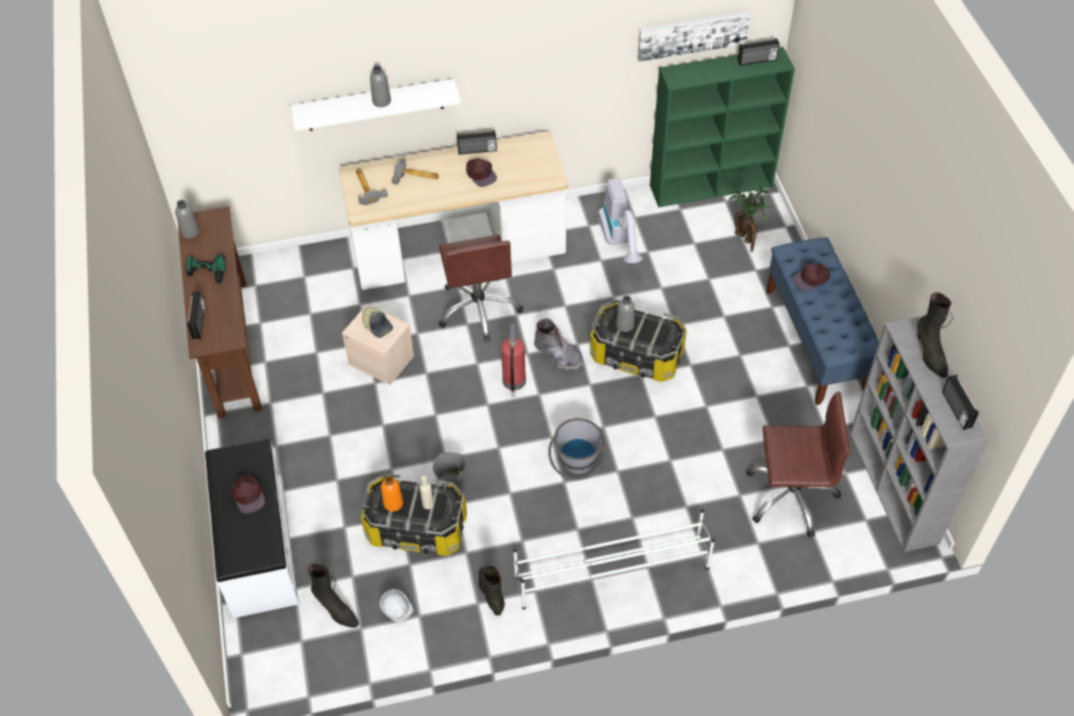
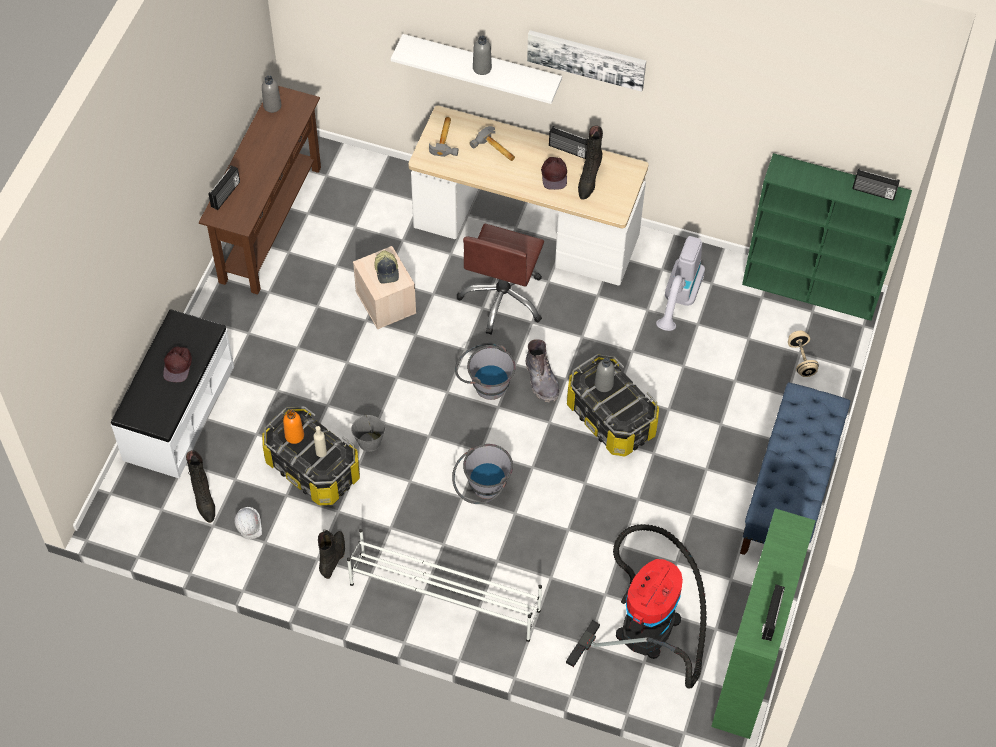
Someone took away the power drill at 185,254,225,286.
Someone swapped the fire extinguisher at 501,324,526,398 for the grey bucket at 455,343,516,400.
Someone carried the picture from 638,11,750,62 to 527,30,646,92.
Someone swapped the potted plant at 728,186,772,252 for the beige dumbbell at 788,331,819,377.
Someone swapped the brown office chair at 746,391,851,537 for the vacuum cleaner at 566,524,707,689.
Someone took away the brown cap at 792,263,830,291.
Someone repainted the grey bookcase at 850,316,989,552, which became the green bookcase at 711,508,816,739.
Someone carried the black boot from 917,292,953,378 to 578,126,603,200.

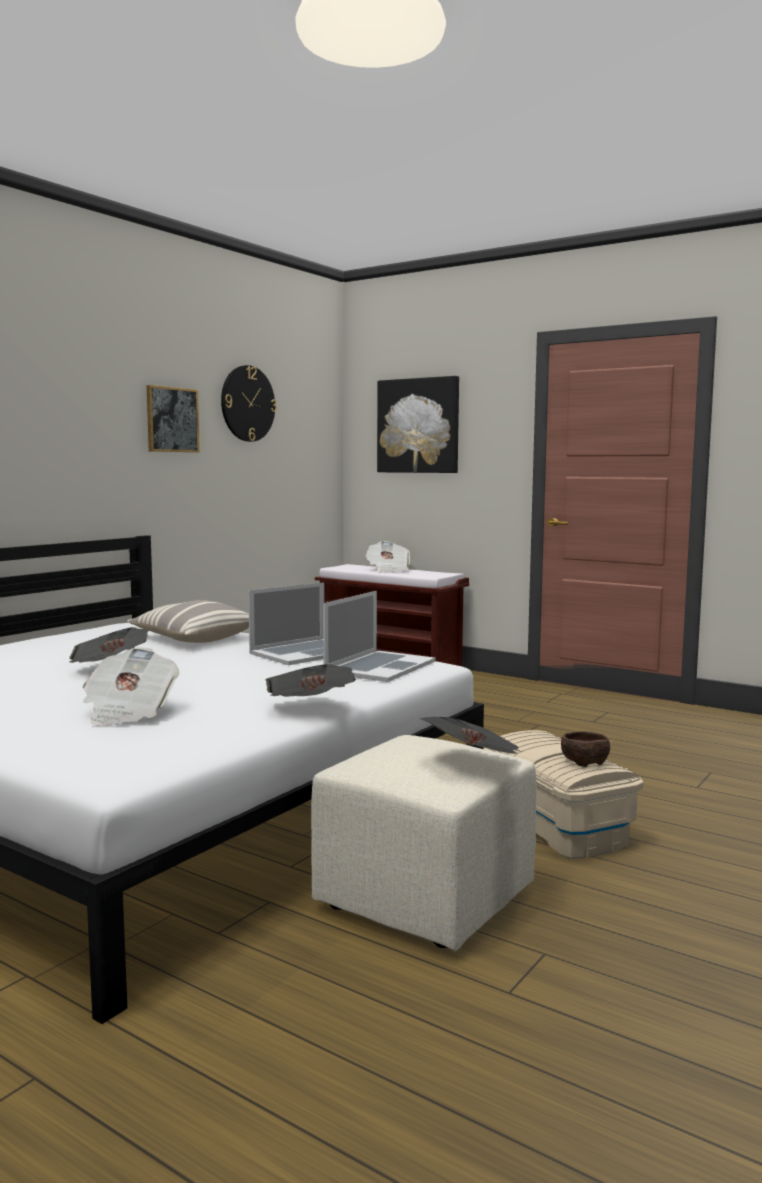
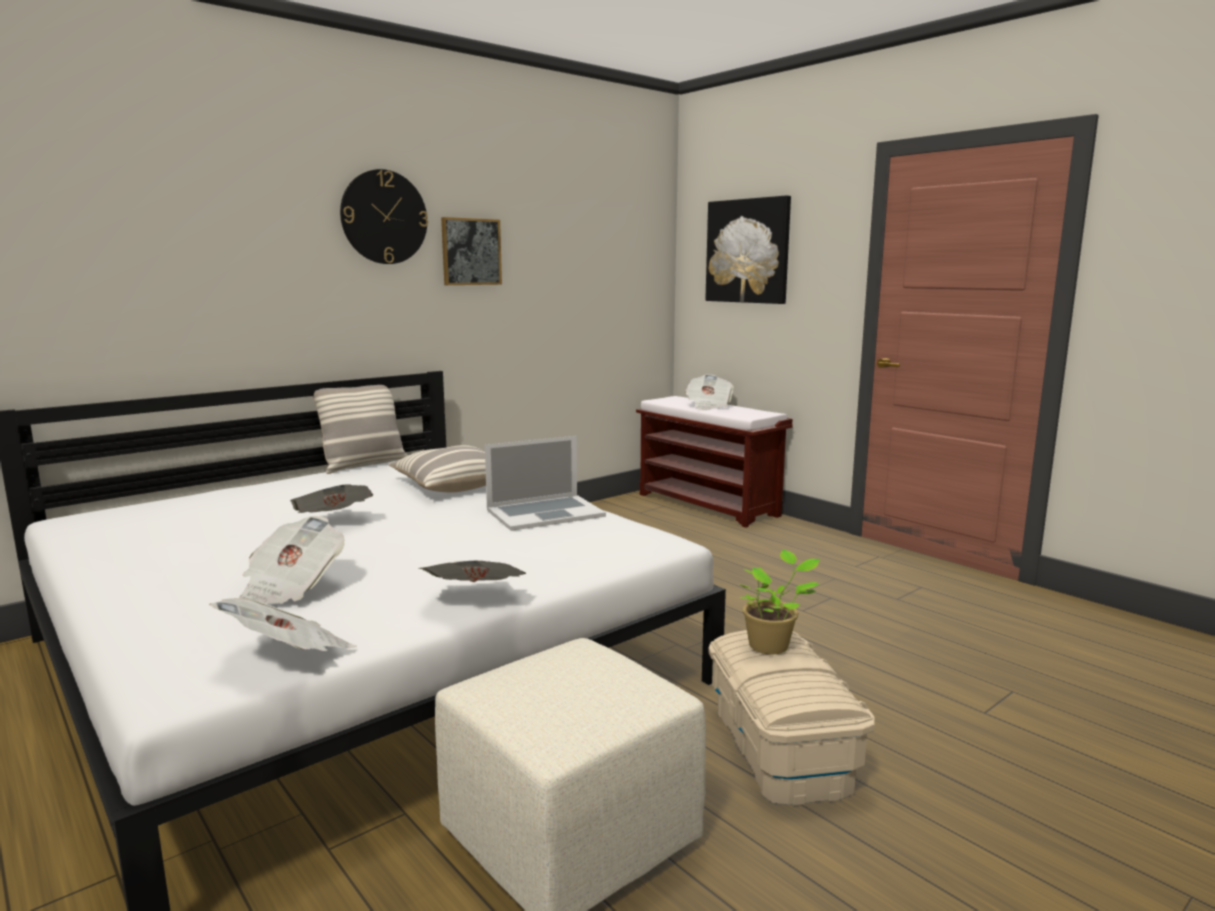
Someone carried the wall clock from 221,365,277,442 to 340,169,428,264.
Someone took away the laptop at 323,591,435,682.
Someone carried the newspaper from 419,717,521,754 to 209,598,357,651.
Someone took away the brown bowl at 561,731,610,767.
Someone put down the pillow at 312,385,408,474.
Someone put down the potted plant at 739,549,820,654.

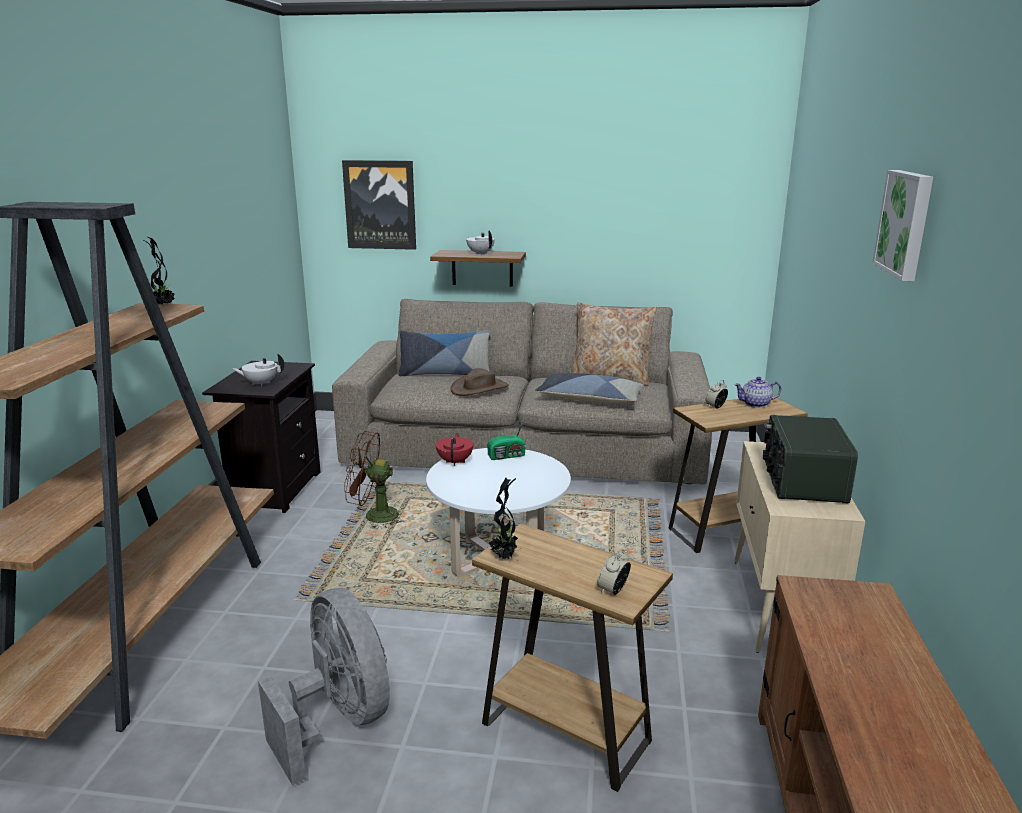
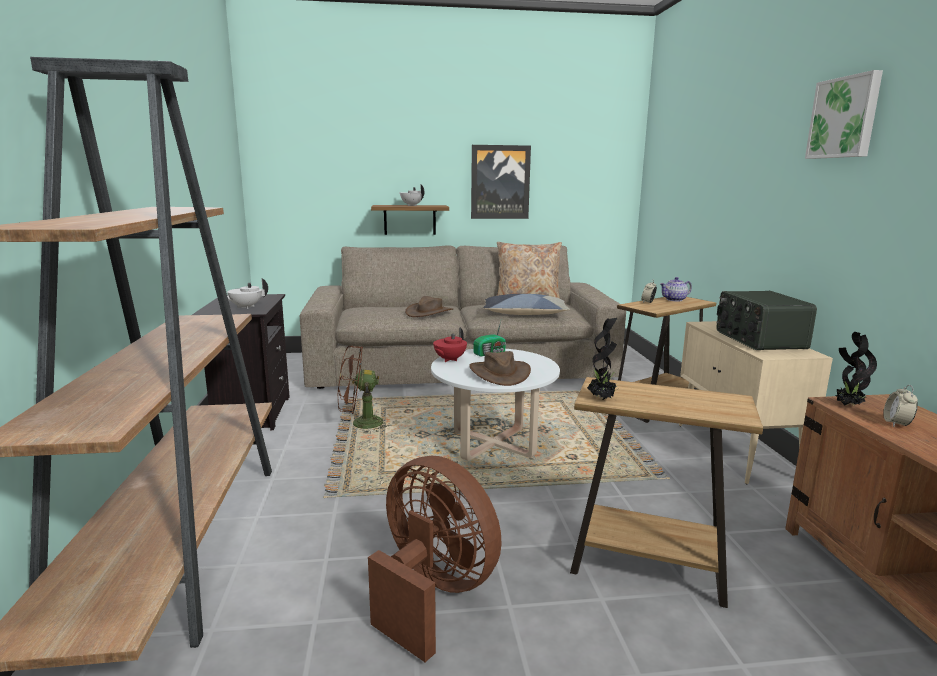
Someone carried the potted plant from 144,237,175,306 to 836,332,877,406.
Someone repainted the grey fan at 258,588,390,785, which became the brown fan at 368,456,502,662.
Someone carried the picture from 342,160,416,250 to 471,145,531,219.
Someone took away the pillow at 398,330,490,376.
Someone rotated the red teapot at 436,433,473,466 by 135 degrees counterclockwise.
Someone carried the alarm clock from 597,549,631,595 to 883,385,918,427.
Someone put down the brown hat at 469,351,531,386.

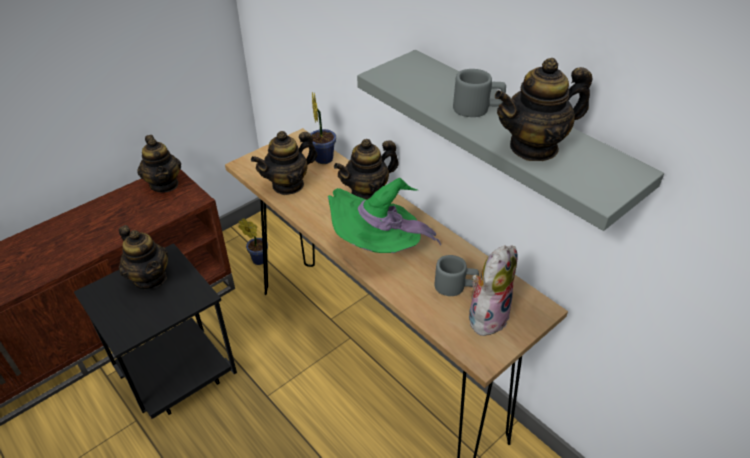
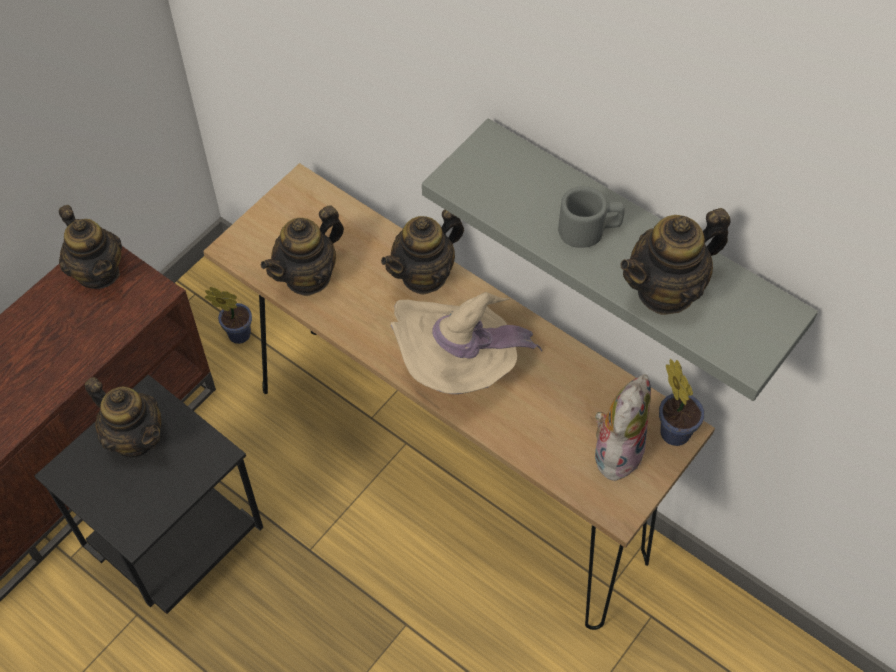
Someone carried the potted plant from 311,92,336,164 to 659,358,704,446.
Someone repainted the green hat at 328,178,441,253, which became the beige hat at 391,292,542,394.
Someone took away the grey mug at 435,255,479,296.

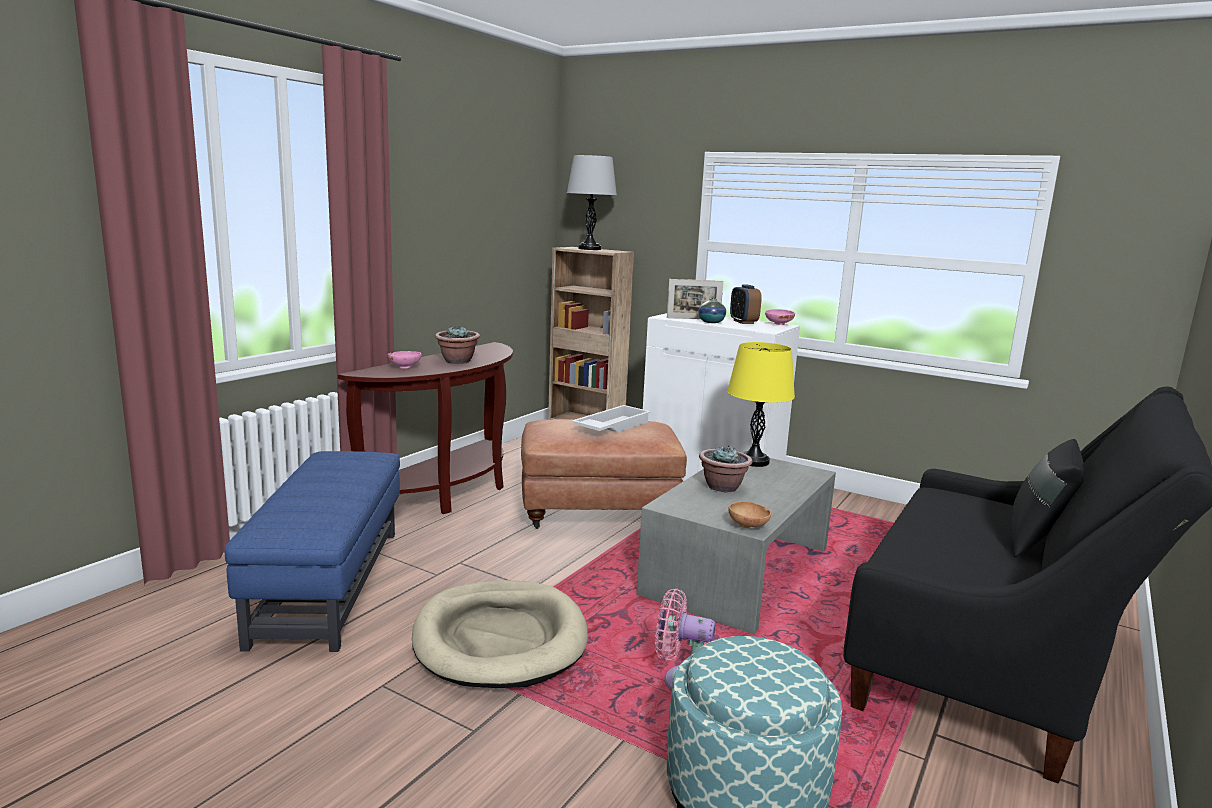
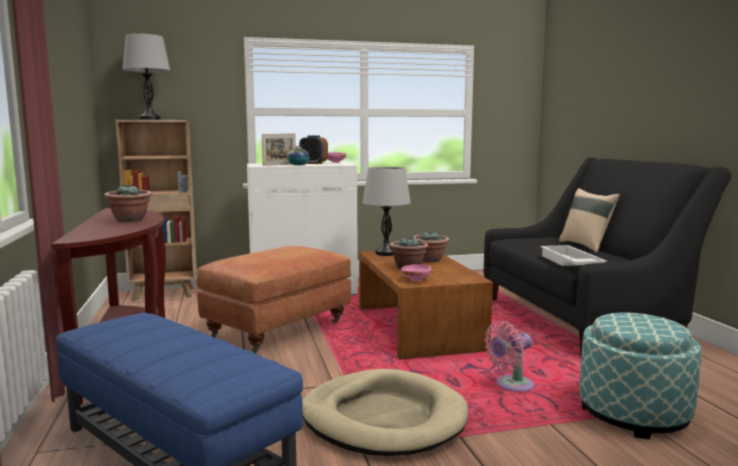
Someone carried the pink bowl from 388,351,421,369 to 401,264,432,282.
Someone carried the white tray from 572,405,651,432 to 540,245,607,266.
Someone repainted the grey coffee table at 637,451,836,634, which became the brown coffee table at 359,251,493,360.
Someone repainted the yellow table lamp at 727,342,795,467, which became the grey table lamp at 362,167,411,256.
Someone took away the brown bowl at 728,501,771,528.
Someone repainted the black pillow at 1012,439,1085,558, which became the beige pillow at 559,188,620,253.
Someone put down the potted plant at 414,231,449,262.

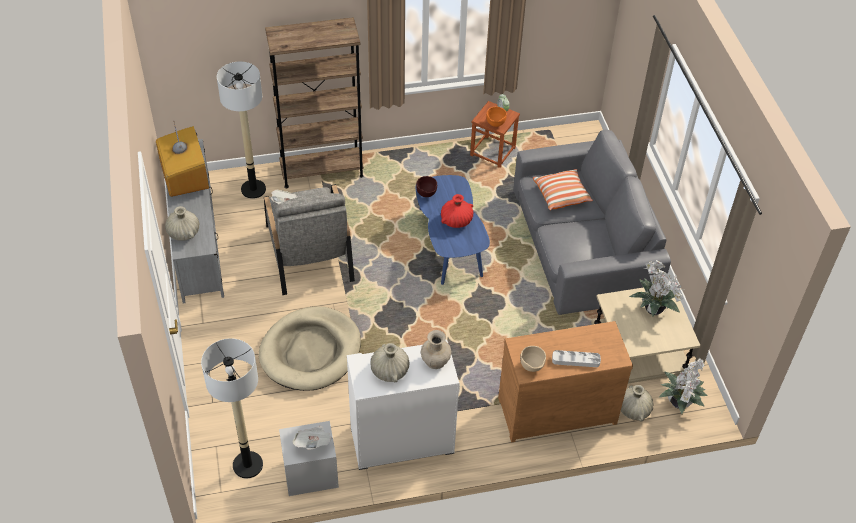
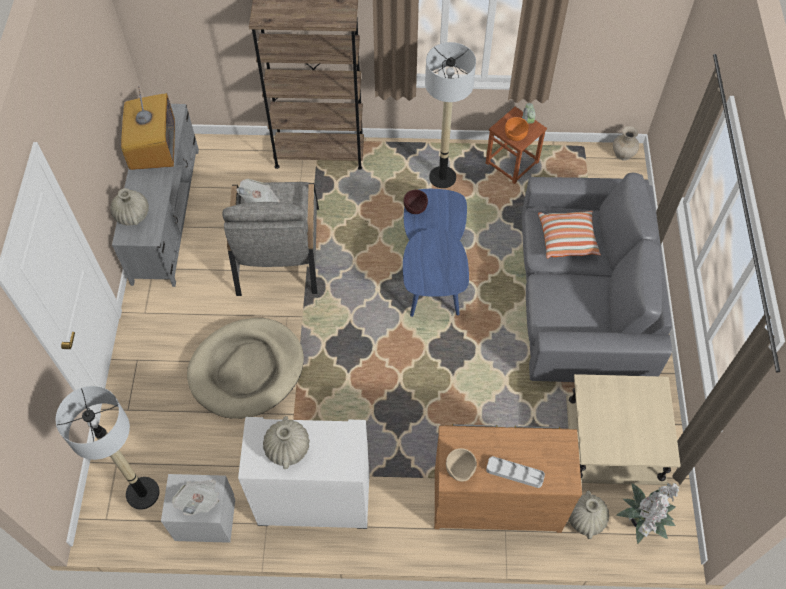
Someone carried the floor lamp from 217,61,266,199 to 425,42,476,188.
Someone carried the beige vase from 421,330,451,369 to 613,126,639,160.
Someone took away the red vase at 441,194,474,228.
Someone took away the potted plant at 629,260,685,317.

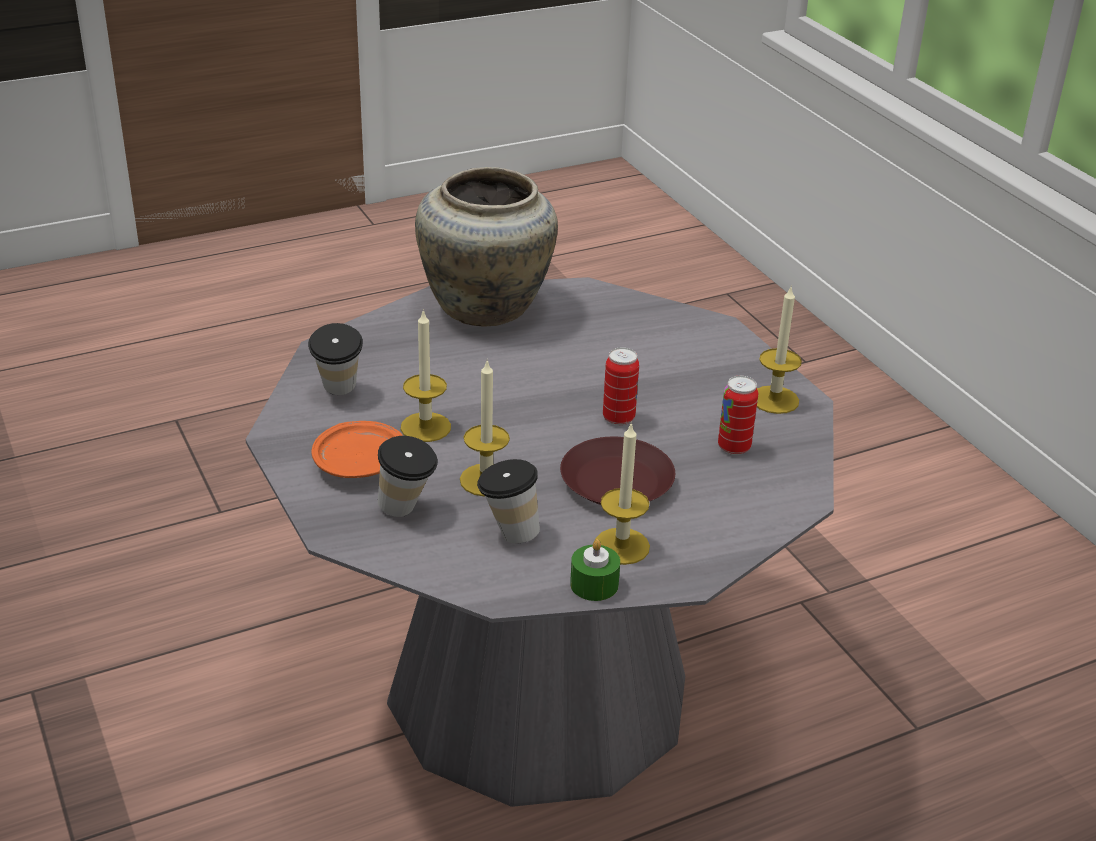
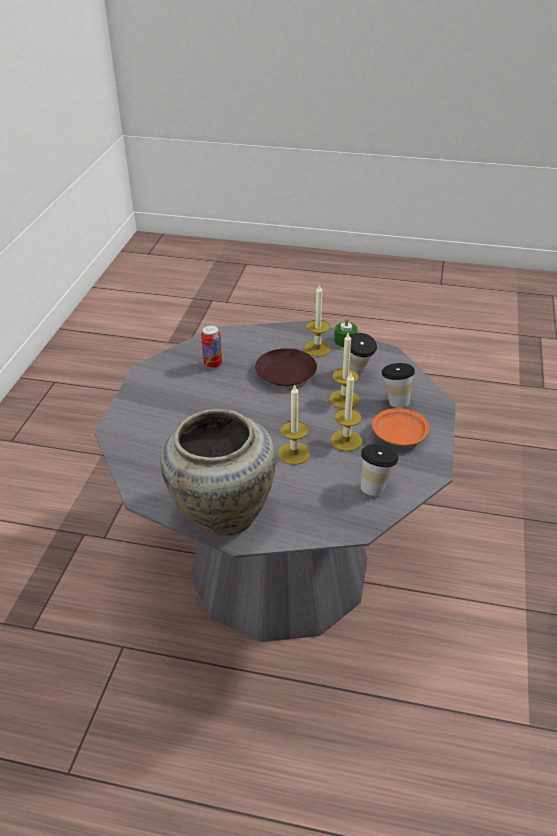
Someone took away the can at 603,347,639,425.
Someone carried the candle from 757,285,802,414 to 278,385,310,465.

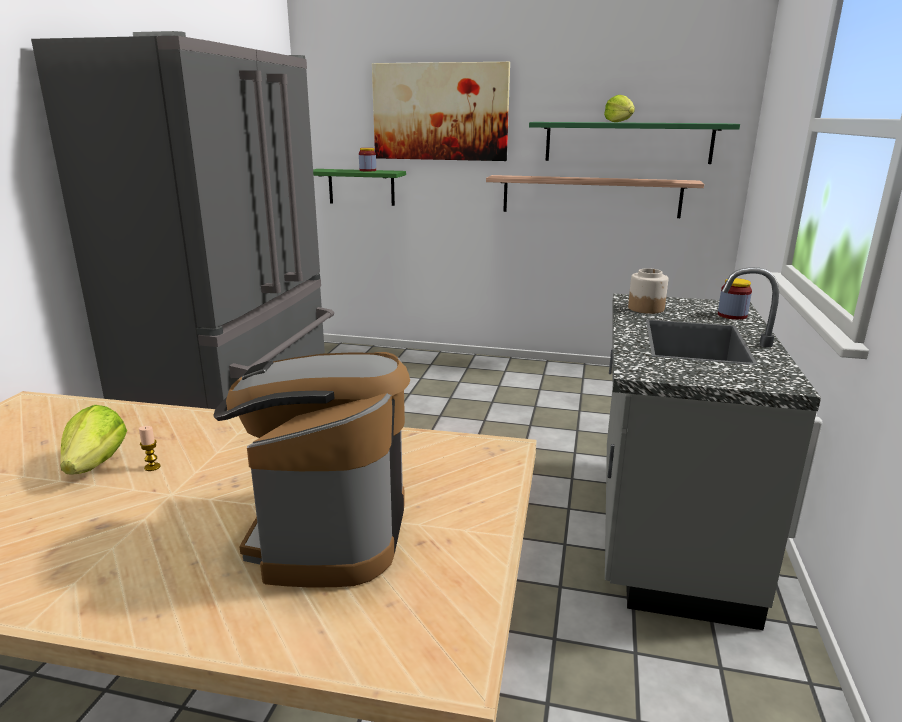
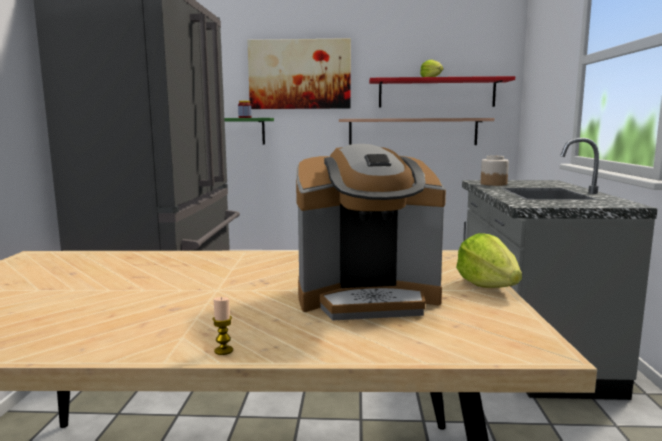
Someone carried the lettuce from 60,405,127,475 to 456,233,522,288.
Someone carried the candle from 139,426,161,471 to 212,297,233,355.
Someone rotated the coffee machine at 213,352,410,588 by 90 degrees counterclockwise.
Someone repainted the green shelf at 529,122,740,164, which became the red shelf at 369,76,515,108.
Someone took away the jar at 718,278,752,320.

